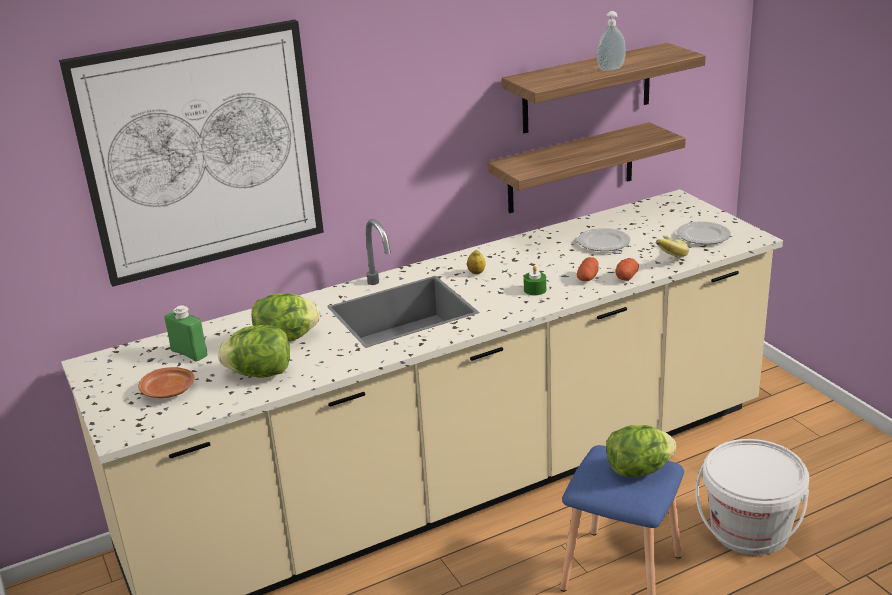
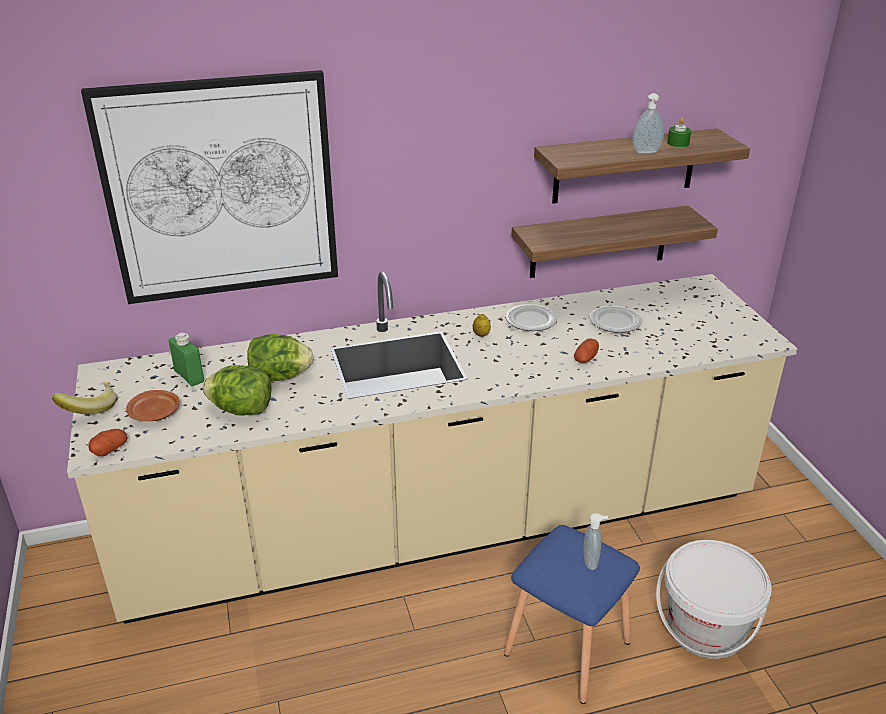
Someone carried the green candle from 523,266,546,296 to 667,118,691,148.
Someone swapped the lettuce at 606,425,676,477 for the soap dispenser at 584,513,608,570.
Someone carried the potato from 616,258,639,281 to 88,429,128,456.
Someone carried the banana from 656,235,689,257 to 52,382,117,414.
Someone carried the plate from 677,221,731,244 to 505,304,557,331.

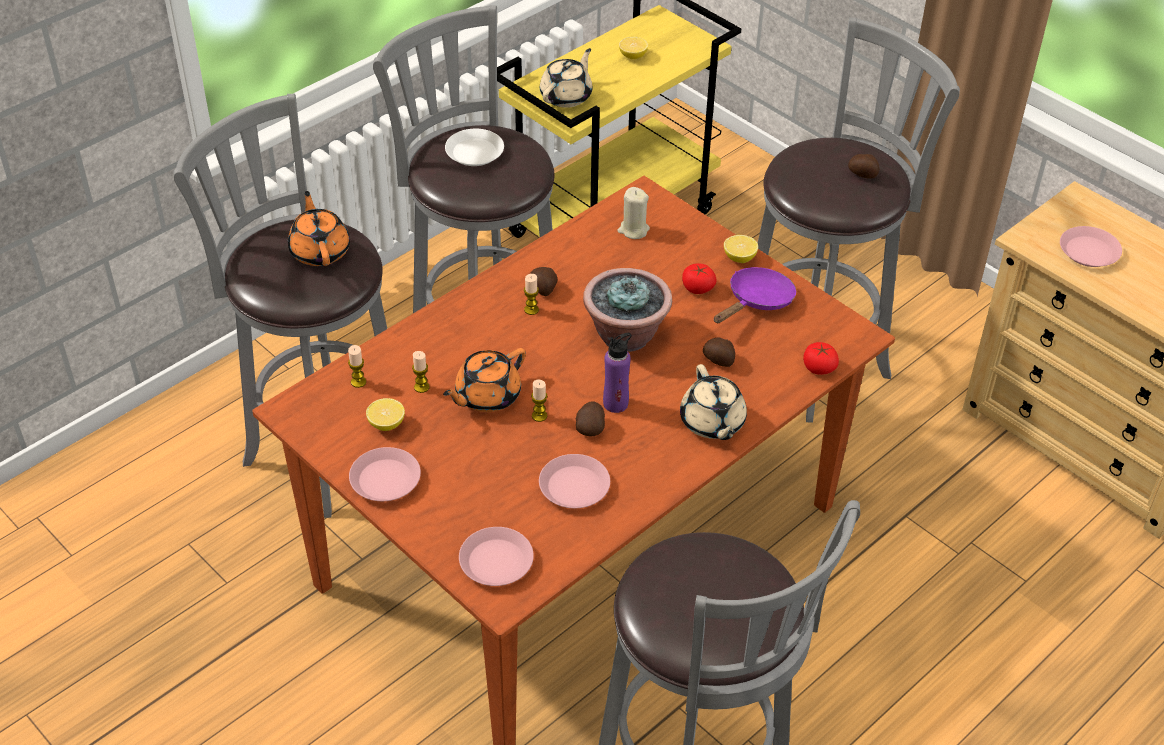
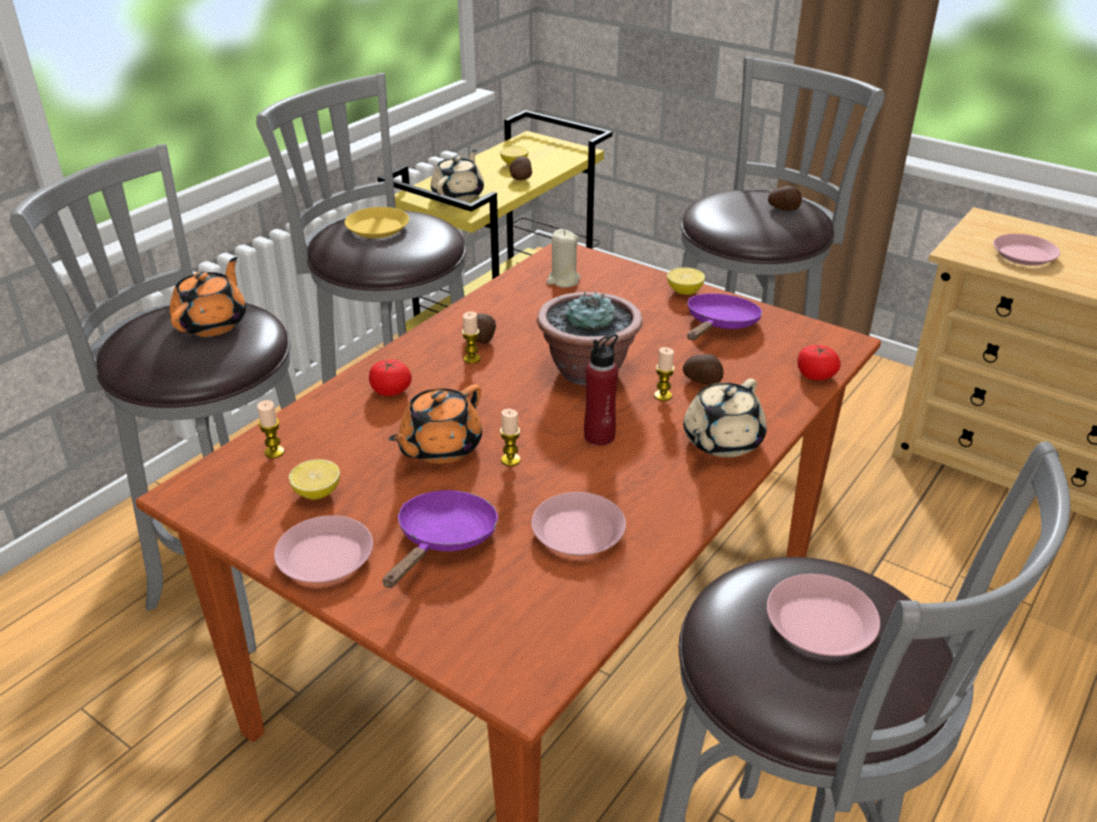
Someone rotated the orange teapot at 288,191,350,266 by 45 degrees clockwise.
Someone carried the candle from 412,351,430,393 to 654,347,675,401.
Someone repainted the white plate at 445,129,504,166, which became the yellow plate at 345,207,409,238.
Someone carried the pink plate from 459,527,534,586 to 767,574,880,656.
Someone carried the potato from 576,401,605,437 to 509,156,532,180.
Someone repainted the purple bottle at 603,333,632,413, which became the red bottle at 584,333,618,446.
Someone rotated the beige teapot at 680,364,747,440 by 60 degrees clockwise.
Someone carried the tomato from 682,263,717,294 to 369,359,412,396.
Someone put down the purple frying pan at 383,490,498,588.

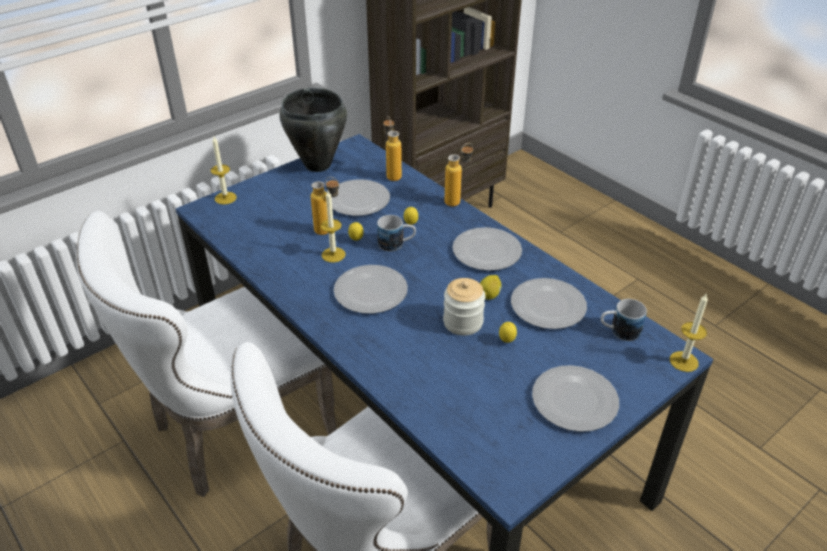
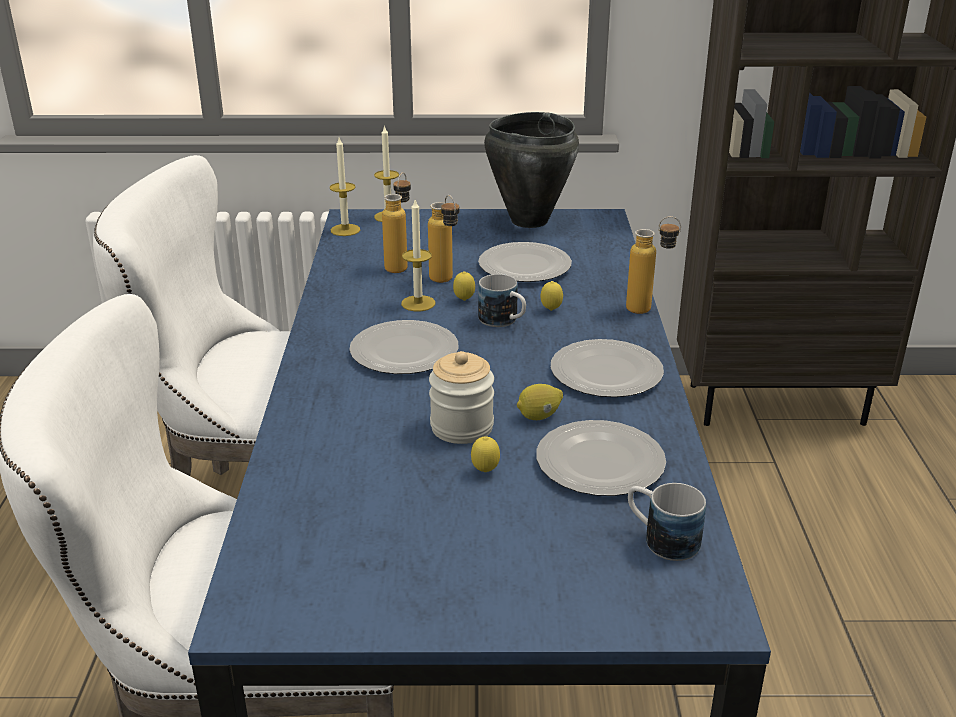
Someone carried the bottle from 383,116,402,181 to 382,172,411,273.
Someone took away the plate at 532,365,619,432.
Someone carried the candle from 670,294,708,372 to 330,138,360,236.

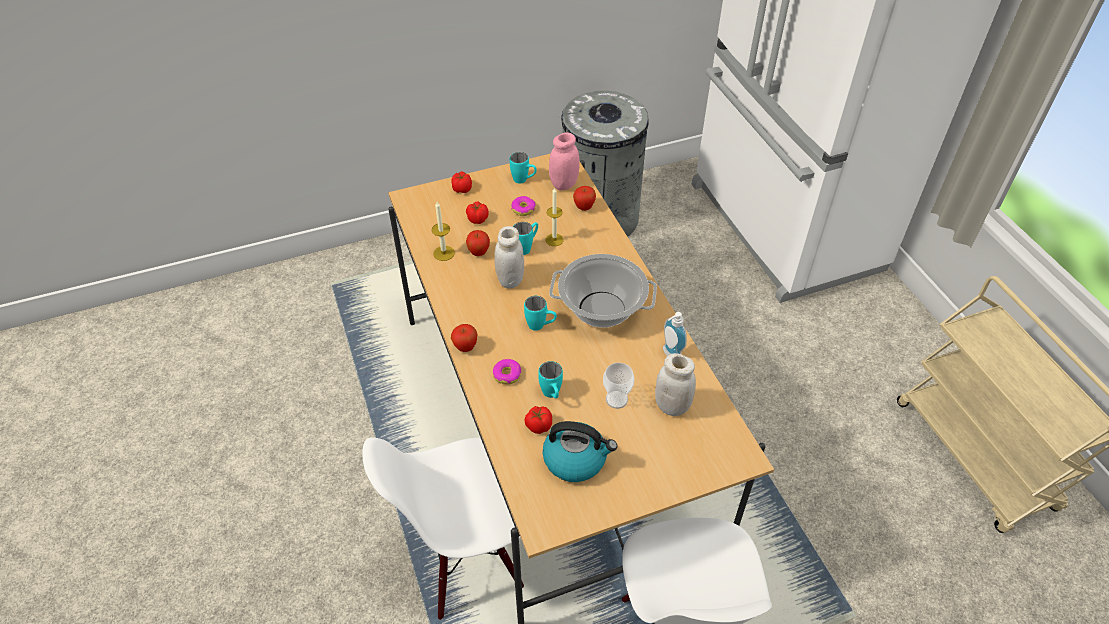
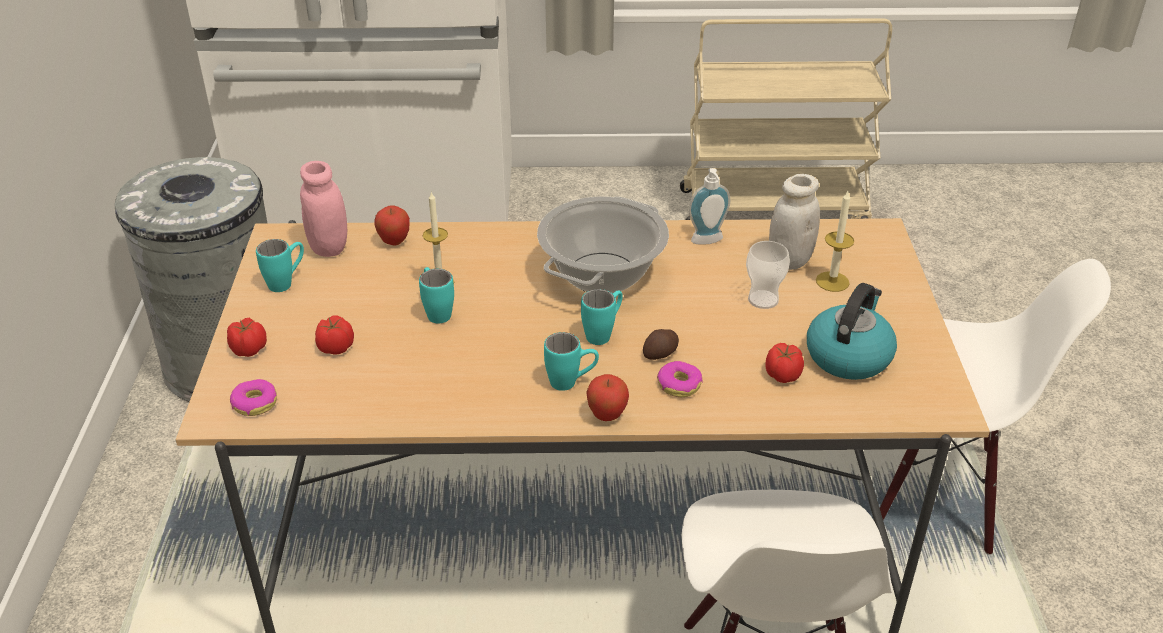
Someone carried the candle from 432,201,455,261 to 816,191,854,292.
Someone took away the apple at 466,230,490,256.
Someone took away the white jar at 494,226,524,289.
Someone carried the donut from 511,196,536,216 to 230,379,277,416.
Someone carried the turquoise mug from 538,361,563,398 to 544,332,599,391.
Someone put down the potato at 643,329,679,360.

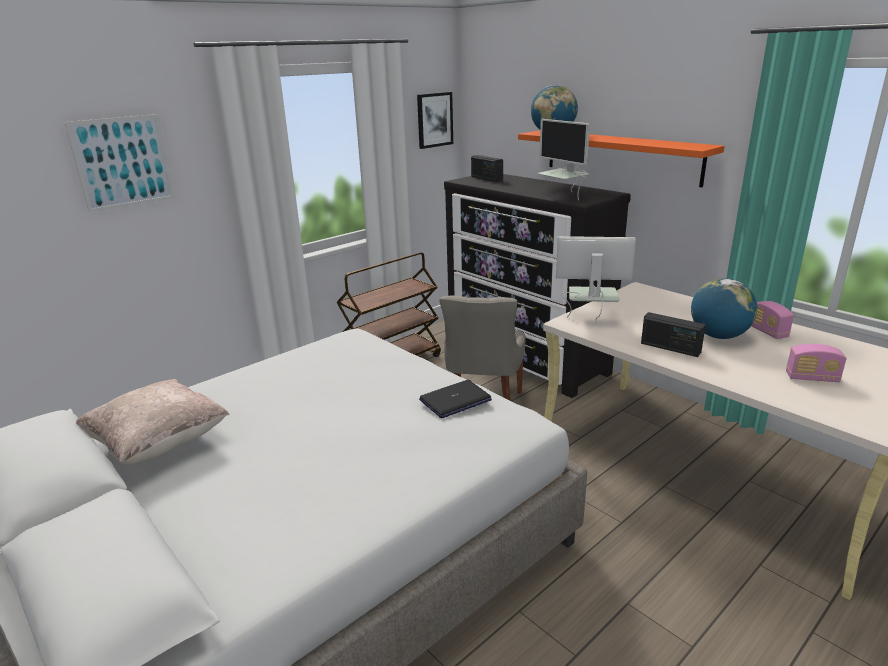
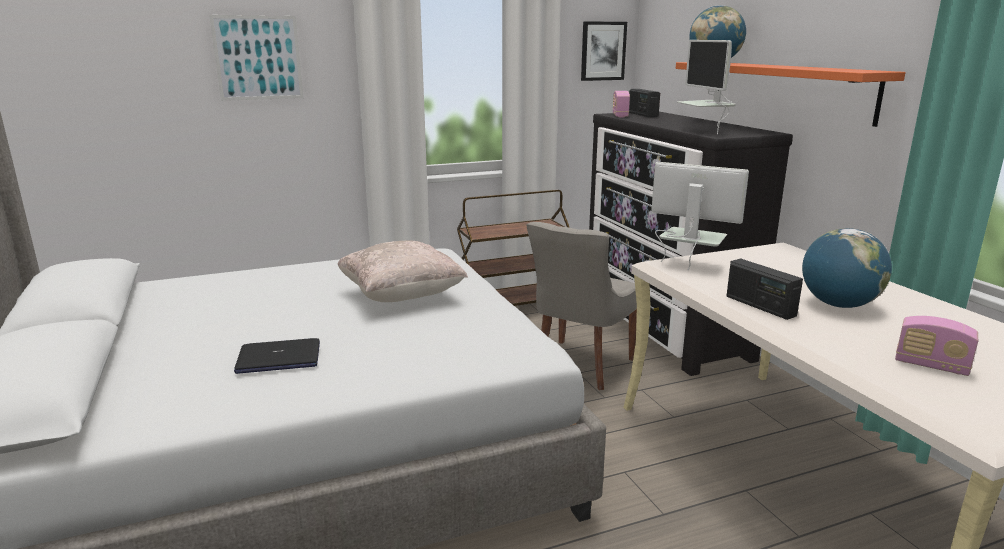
Someone carried the beige pillow from 76,379,230,464 to 338,241,468,302.
Someone carried the laptop from 419,380,492,418 to 234,338,320,374.
Someone carried the radio from 752,301,794,339 to 613,91,630,117.

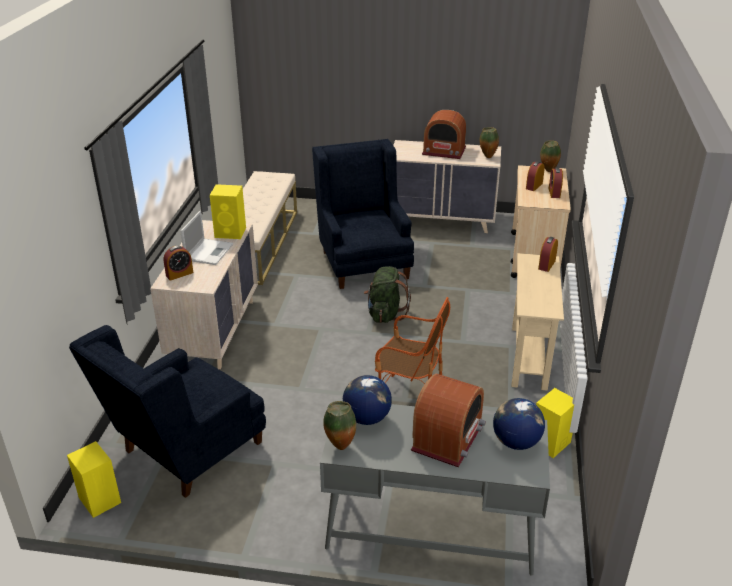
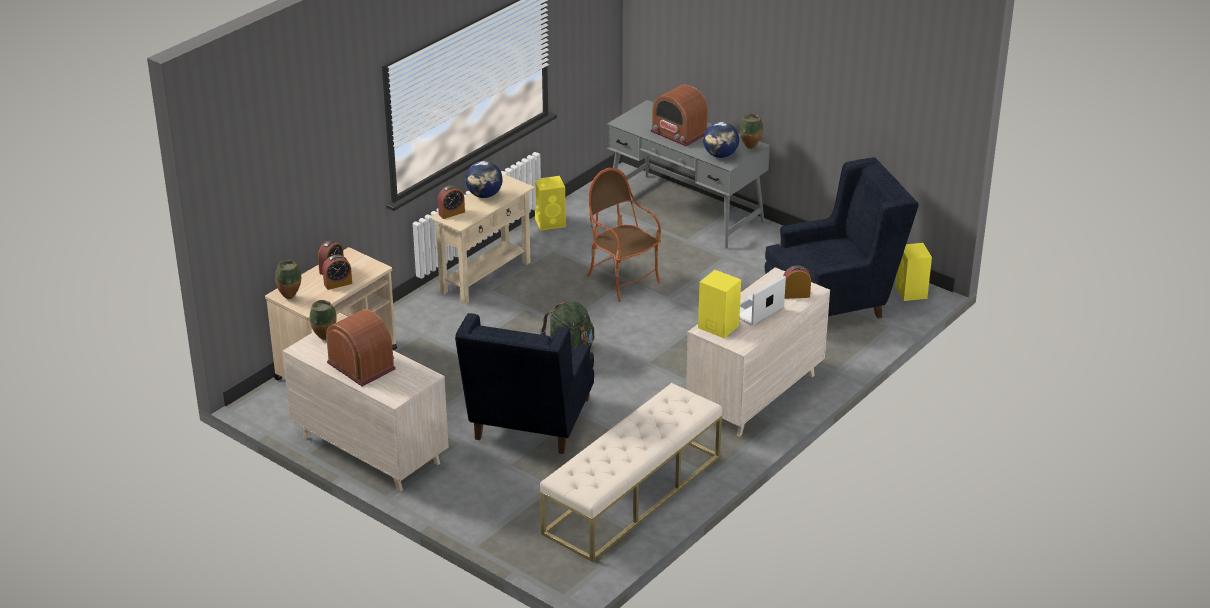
Someone rotated the radio at 411,374,486,467 by 105 degrees counterclockwise.
Someone carried the globe from 493,398,545,450 to 465,161,503,198.

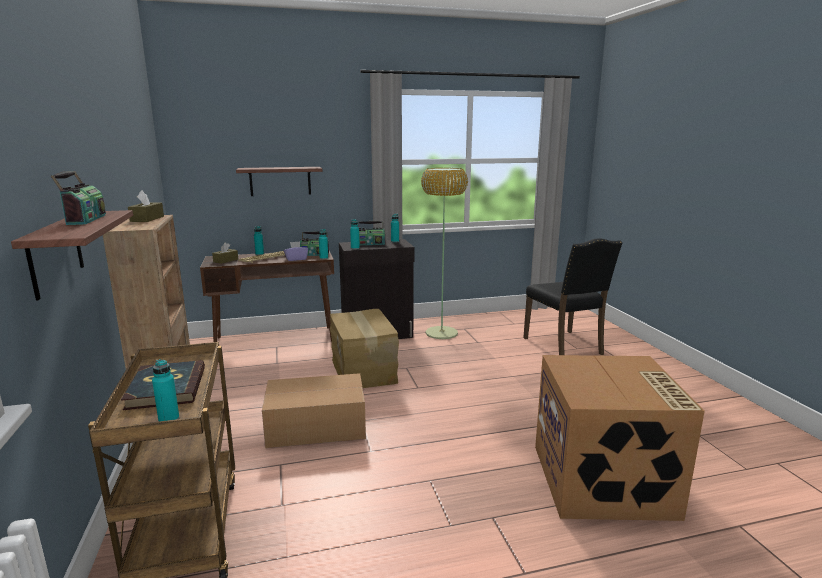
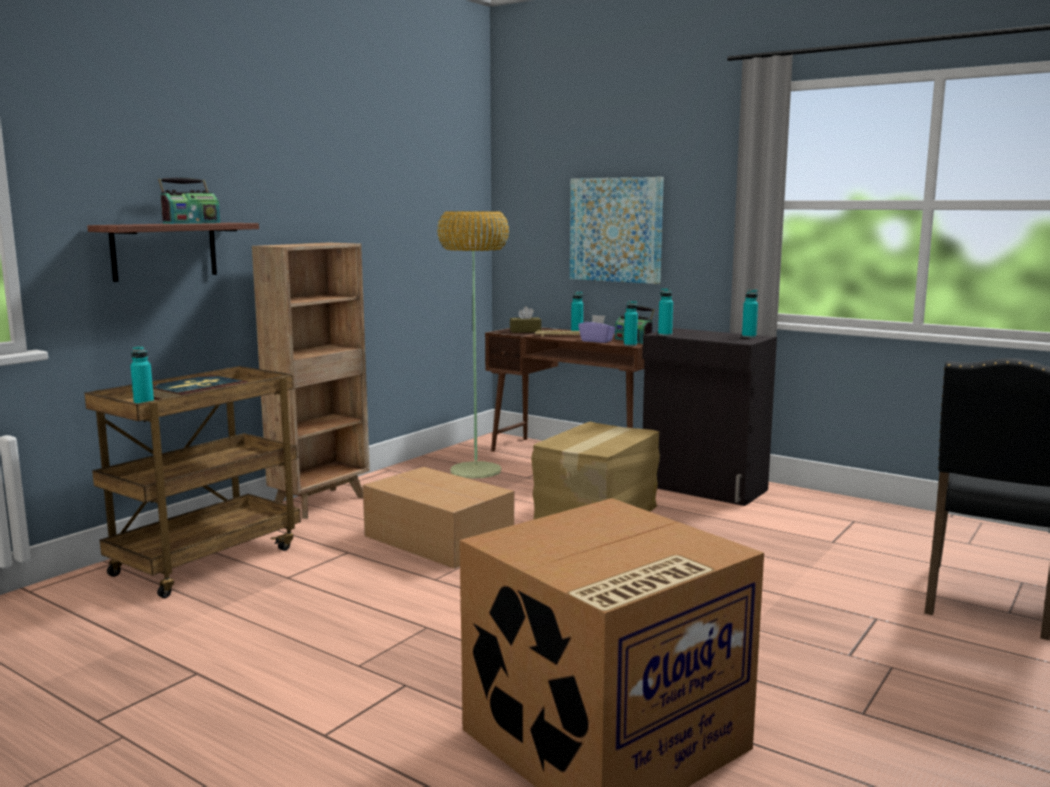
Someone took away the brown tissue box at 128,191,164,222.
Someone swapped the shelf at 236,167,322,196 for the picture at 570,177,664,284.
Someone took away the radio at 358,221,385,245.
Someone carried the floor lamp from 421,168,468,339 to 437,211,509,478.

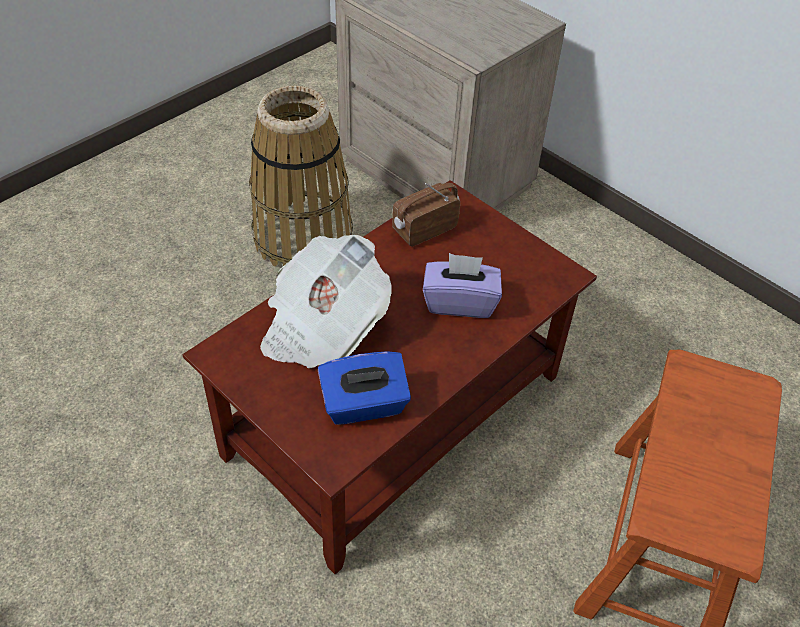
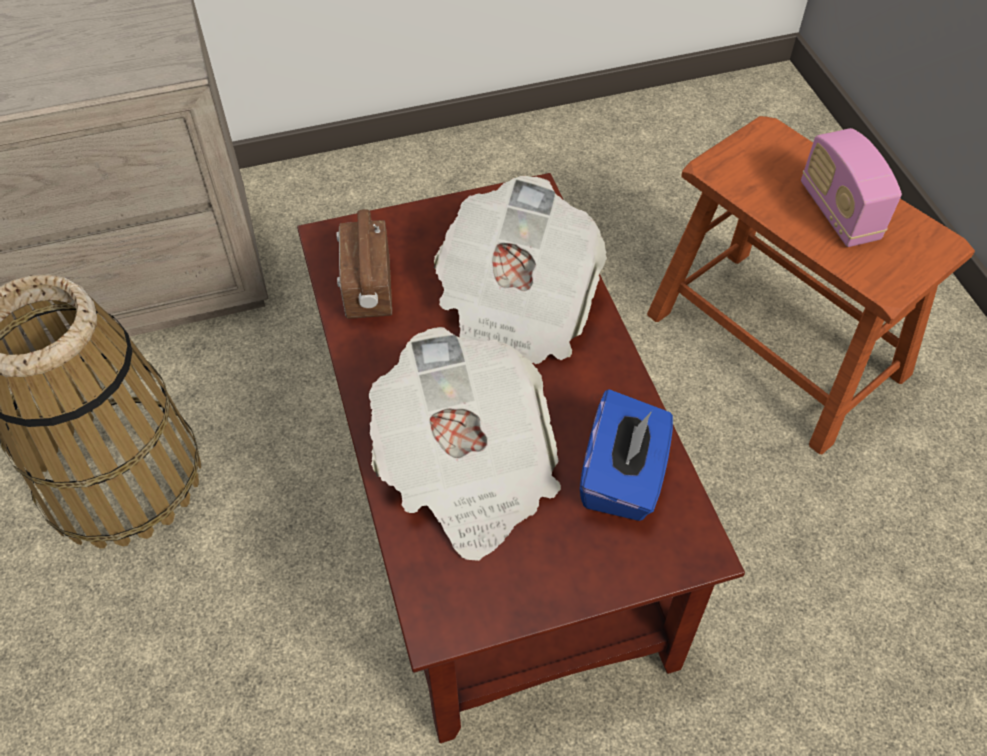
Someone swapped the purple tissue box at 423,253,502,318 for the newspaper at 434,176,607,364.
Someone put down the radio at 801,128,902,247.

